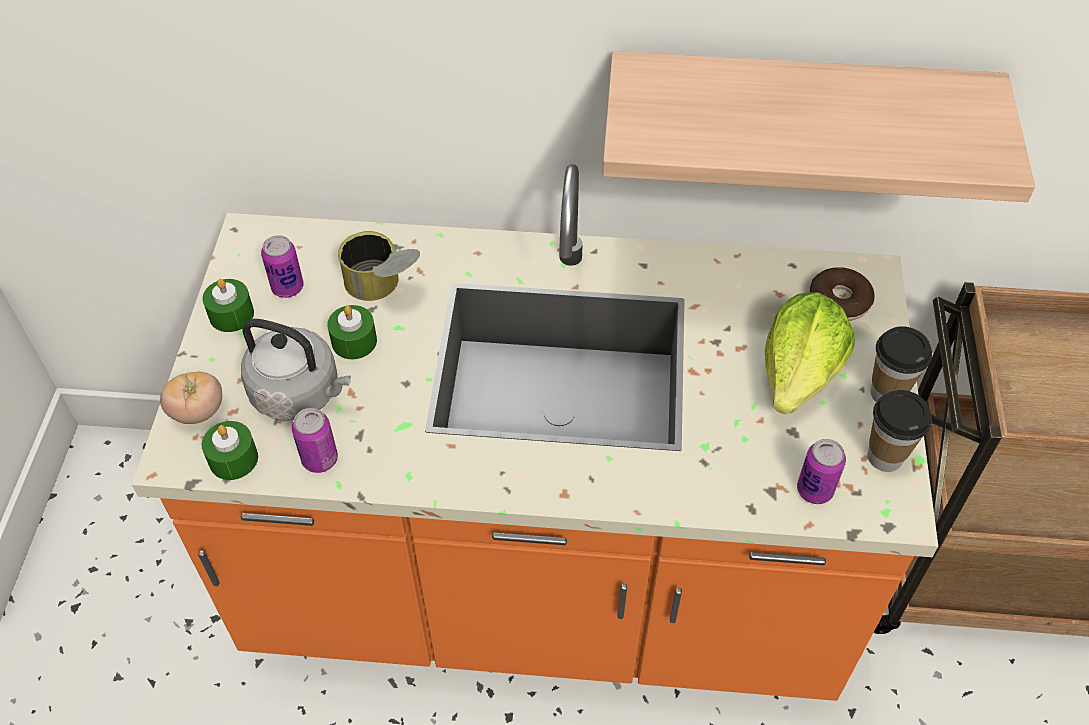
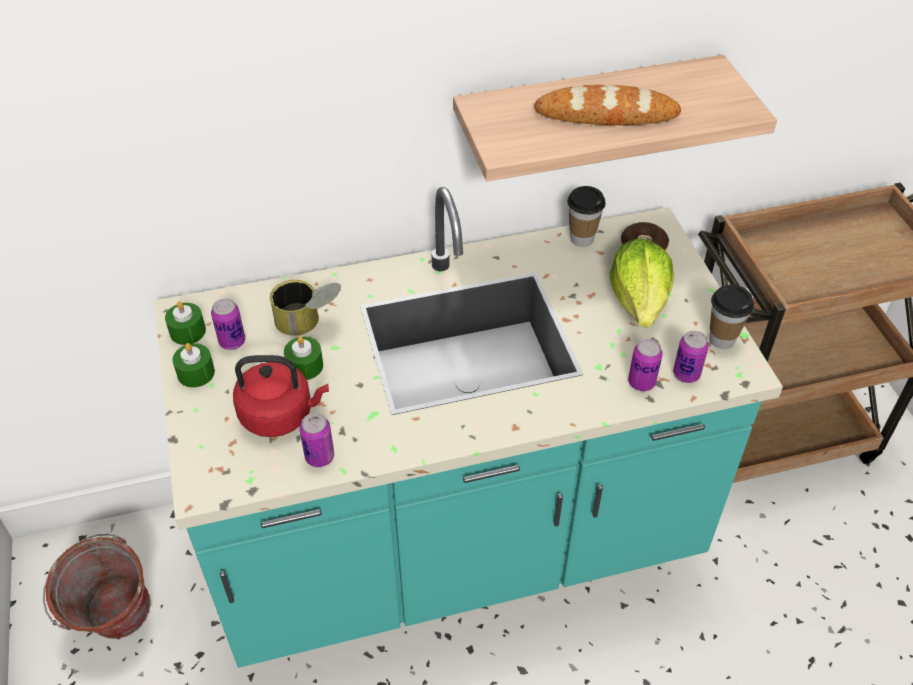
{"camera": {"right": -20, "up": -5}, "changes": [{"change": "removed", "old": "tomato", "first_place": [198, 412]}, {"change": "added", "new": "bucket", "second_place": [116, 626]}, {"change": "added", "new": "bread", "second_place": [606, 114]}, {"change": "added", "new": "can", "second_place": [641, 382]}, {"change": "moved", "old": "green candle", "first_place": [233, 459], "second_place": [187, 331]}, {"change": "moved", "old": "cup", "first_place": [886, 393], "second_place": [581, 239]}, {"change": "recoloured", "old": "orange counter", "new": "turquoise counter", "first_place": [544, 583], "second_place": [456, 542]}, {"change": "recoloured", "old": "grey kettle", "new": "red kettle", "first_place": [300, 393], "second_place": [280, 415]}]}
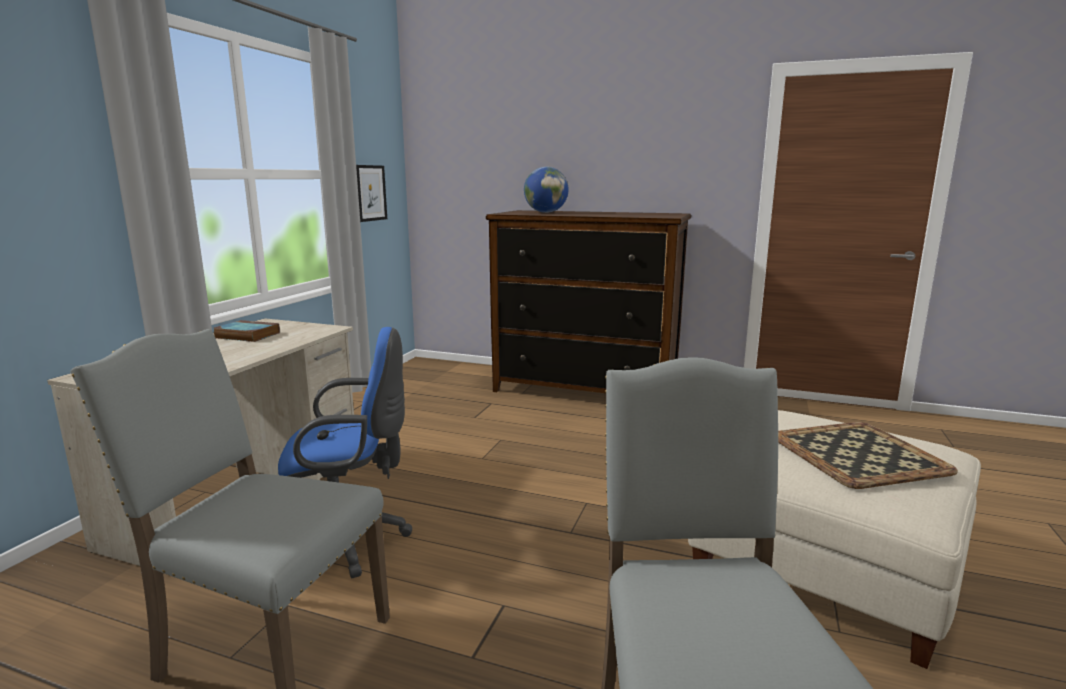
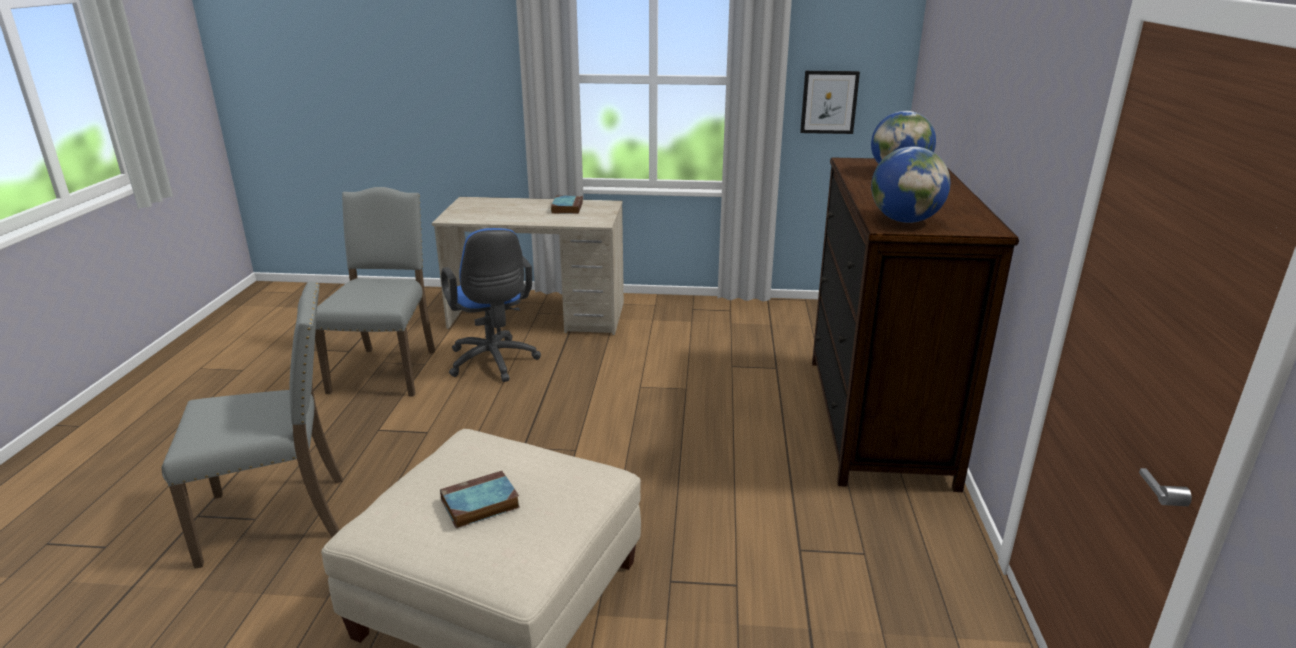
{"camera": {"right": 75, "up": 10}, "changes": [{"change": "added", "new": "globe", "second_place": [904, 220]}, {"change": "replaced", "old": "tray", "new": "book", "first_place": [859, 454], "second_place": [479, 504]}]}
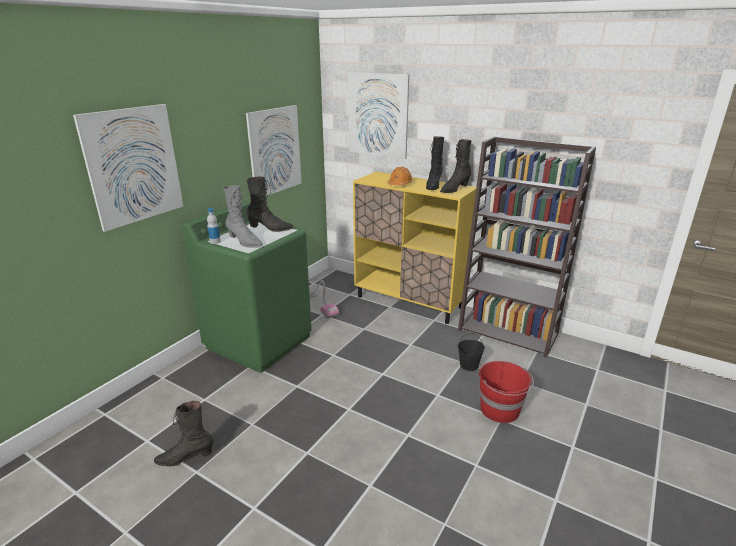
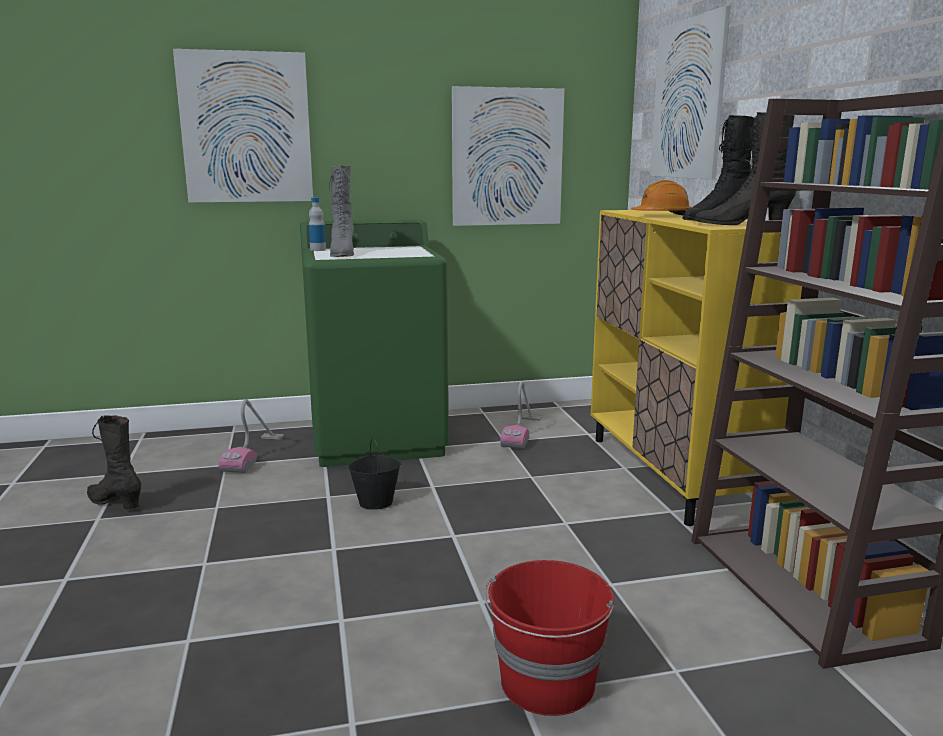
{"camera": {"right": 45, "up": -10}, "changes": [{"change": "removed", "old": "black boot", "first_place": [270, 229]}, {"change": "added", "new": "vacuum cleaner", "second_place": [254, 454]}, {"change": "moved", "old": "black bucket", "first_place": [469, 365], "second_place": [376, 502]}]}
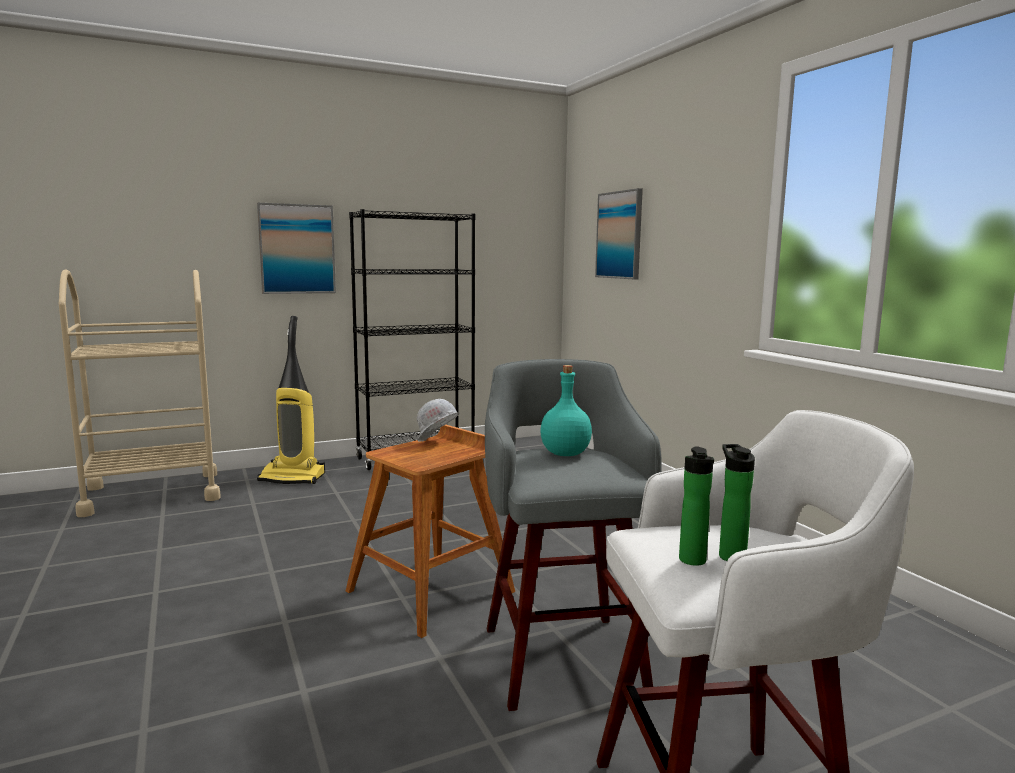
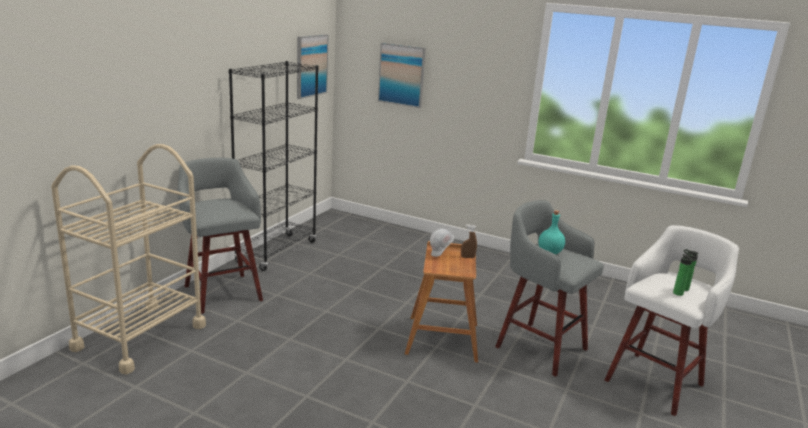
{"camera": {"right": -40, "up": 10}, "changes": [{"change": "added", "new": "brown spray bottle", "second_place": [467, 257]}, {"change": "moved", "old": "picture", "first_place": [297, 249], "second_place": [311, 65]}, {"change": "replaced", "old": "vacuum cleaner", "new": "grey stool", "first_place": [293, 477], "second_place": [222, 292]}]}
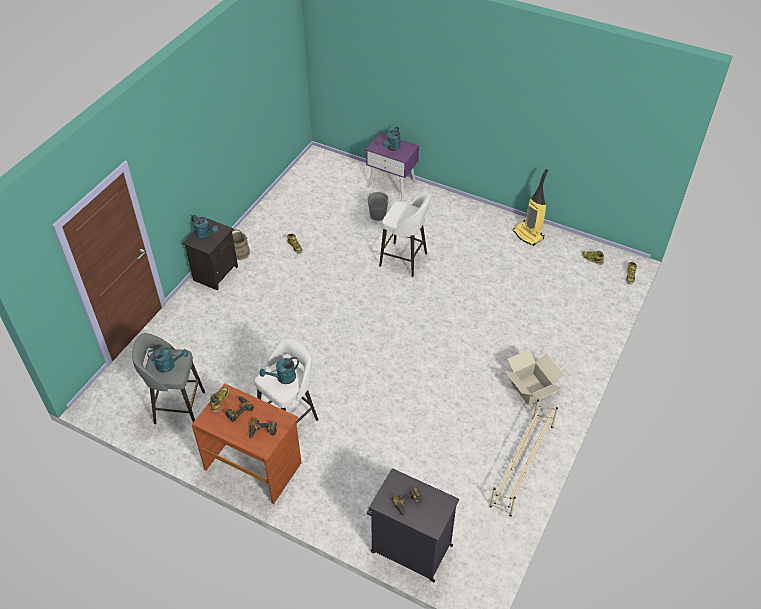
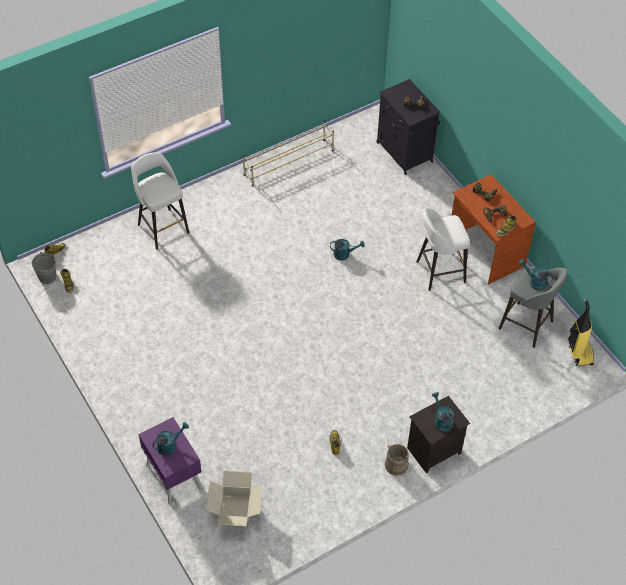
{"camera": {"right": -150, "up": 5}, "changes": [{"change": "moved", "old": "turquoise watering can", "first_place": [283, 378], "second_place": [344, 254]}, {"change": "moved", "old": "grey bucket", "first_place": [378, 215], "second_place": [47, 277]}, {"change": "moved", "old": "white stool", "first_place": [404, 260], "second_place": [162, 227]}, {"change": "moved", "old": "cardboard box", "first_place": [531, 389], "second_place": [235, 510]}, {"change": "moved", "old": "vacuum cleaner", "first_place": [528, 235], "second_place": [579, 352]}]}
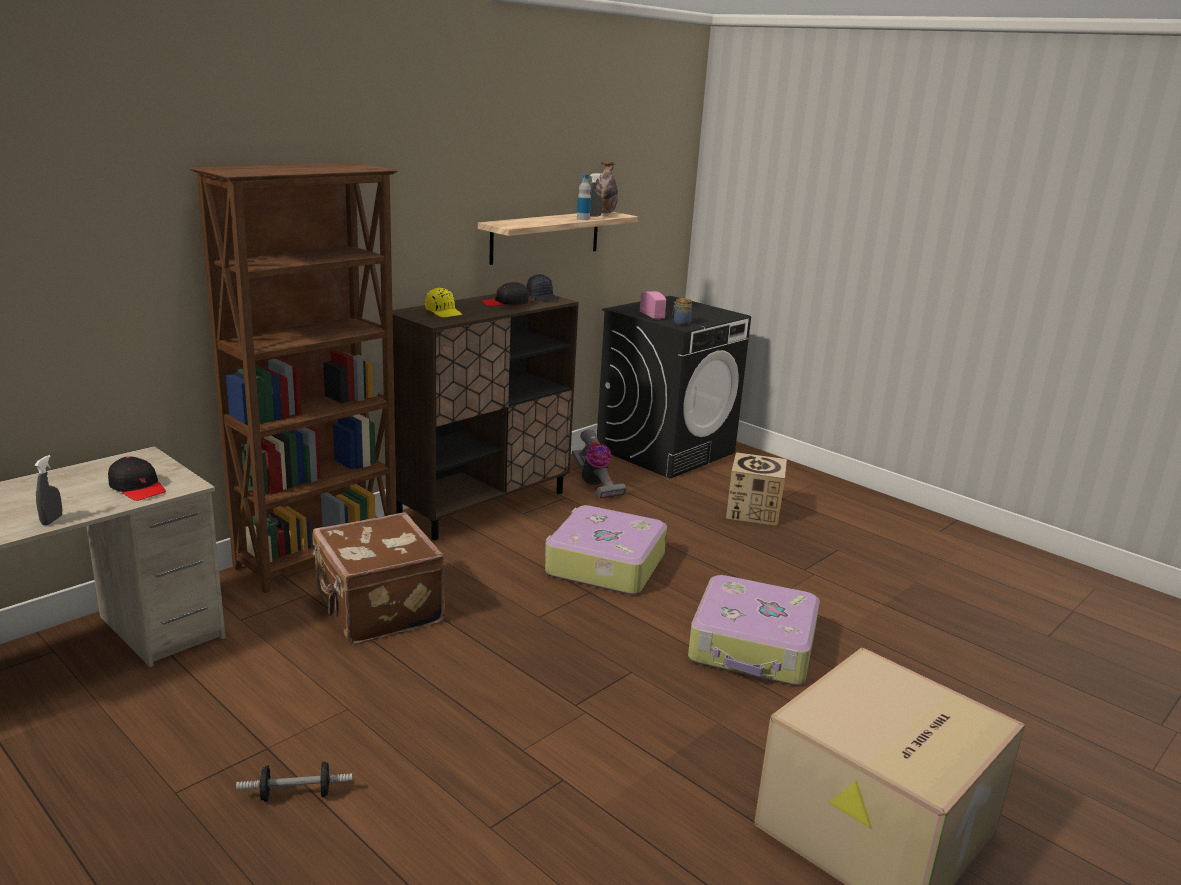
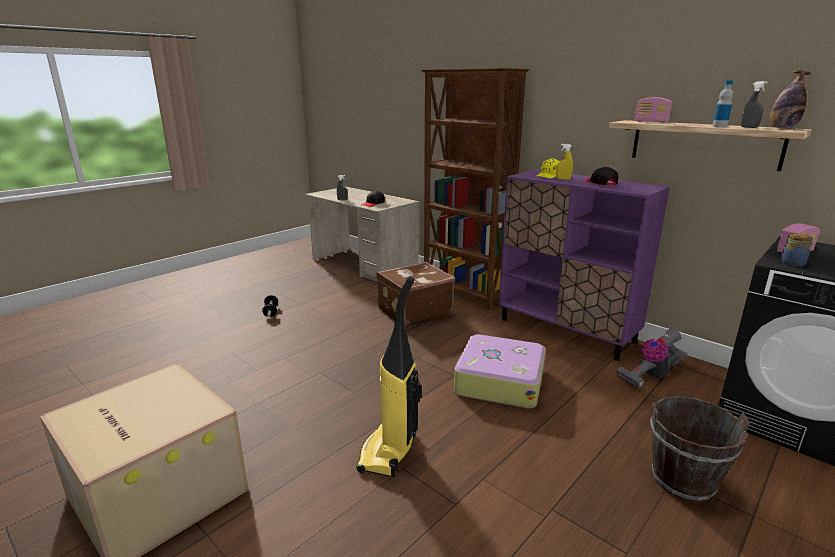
{"camera": {"right": 90, "up": 0}, "changes": [{"change": "removed", "old": "black cap", "first_place": [542, 297]}, {"change": "added", "new": "yellow spray bottle", "second_place": [563, 179]}, {"change": "added", "new": "radio", "second_place": [651, 122]}, {"change": "replaced", "old": "suitcase", "new": "vacuum cleaner", "first_place": [753, 647], "second_place": [389, 453]}, {"change": "replaced", "old": "cardboard box", "new": "brown bucket", "first_place": [753, 511], "second_place": [682, 481]}, {"change": "recoloured", "old": "brown cabinet", "new": "purple cabinet", "first_place": [483, 504], "second_place": [566, 331]}]}
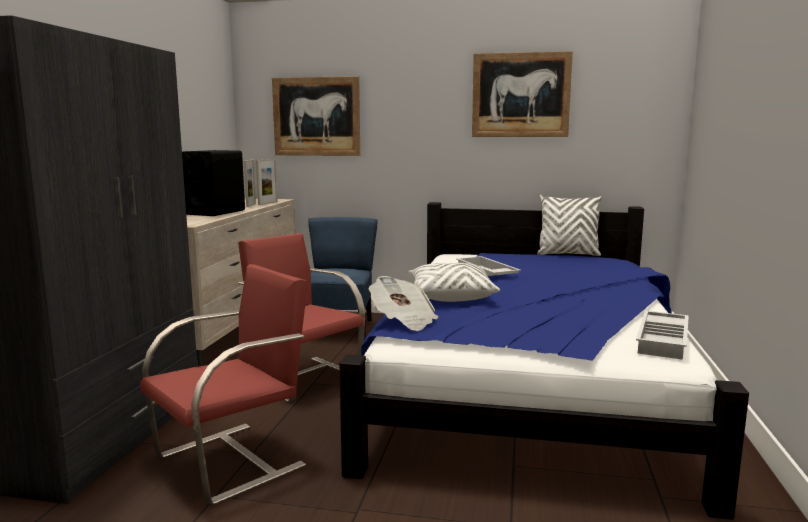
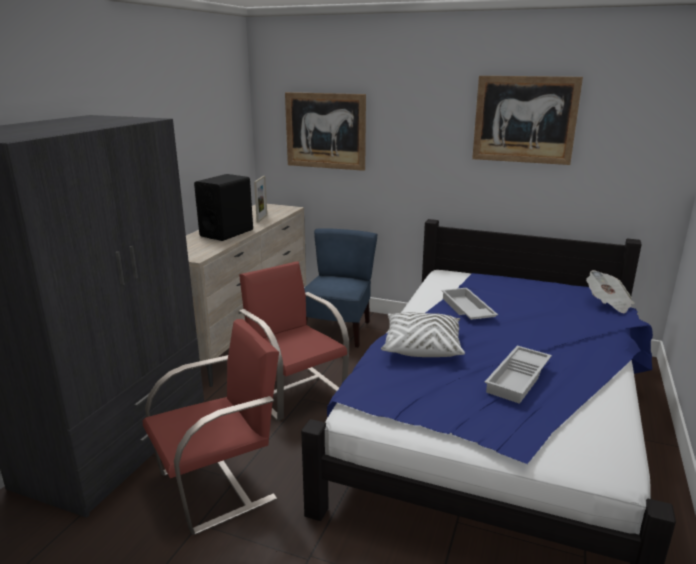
{"camera": {"right": 10, "up": 10}, "changes": [{"change": "removed", "old": "picture frame", "first_place": [268, 203]}, {"change": "removed", "old": "white pillow", "first_place": [567, 254]}, {"change": "moved", "old": "newspaper", "first_place": [403, 321], "second_place": [608, 303]}, {"change": "moved", "old": "white tray", "first_place": [664, 340], "second_place": [519, 379]}]}
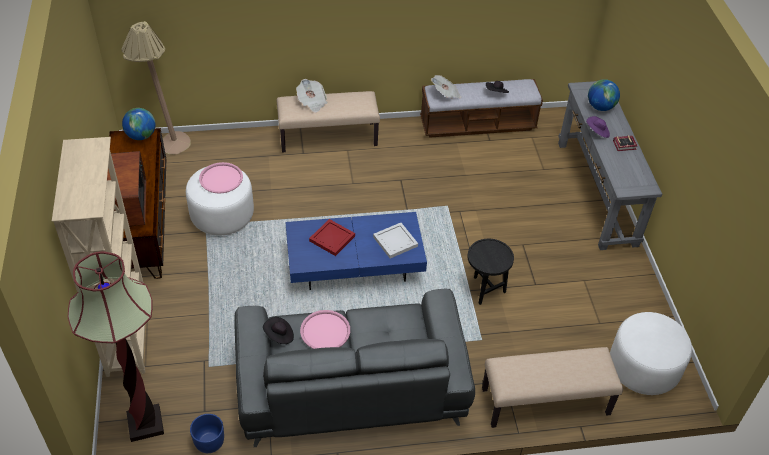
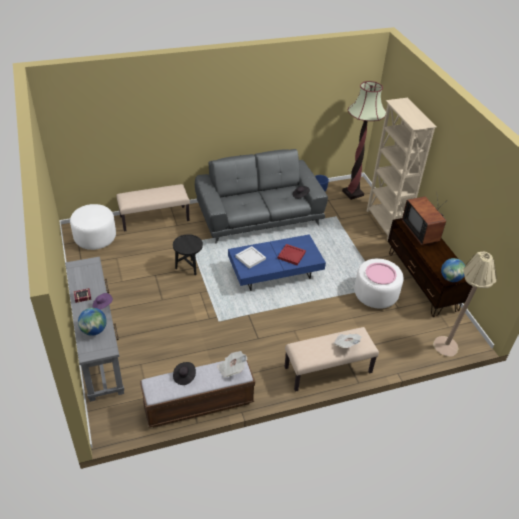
{"camera": {"right": 170, "up": -5}, "changes": [{"change": "removed", "old": "pink tray", "first_place": [325, 331]}]}
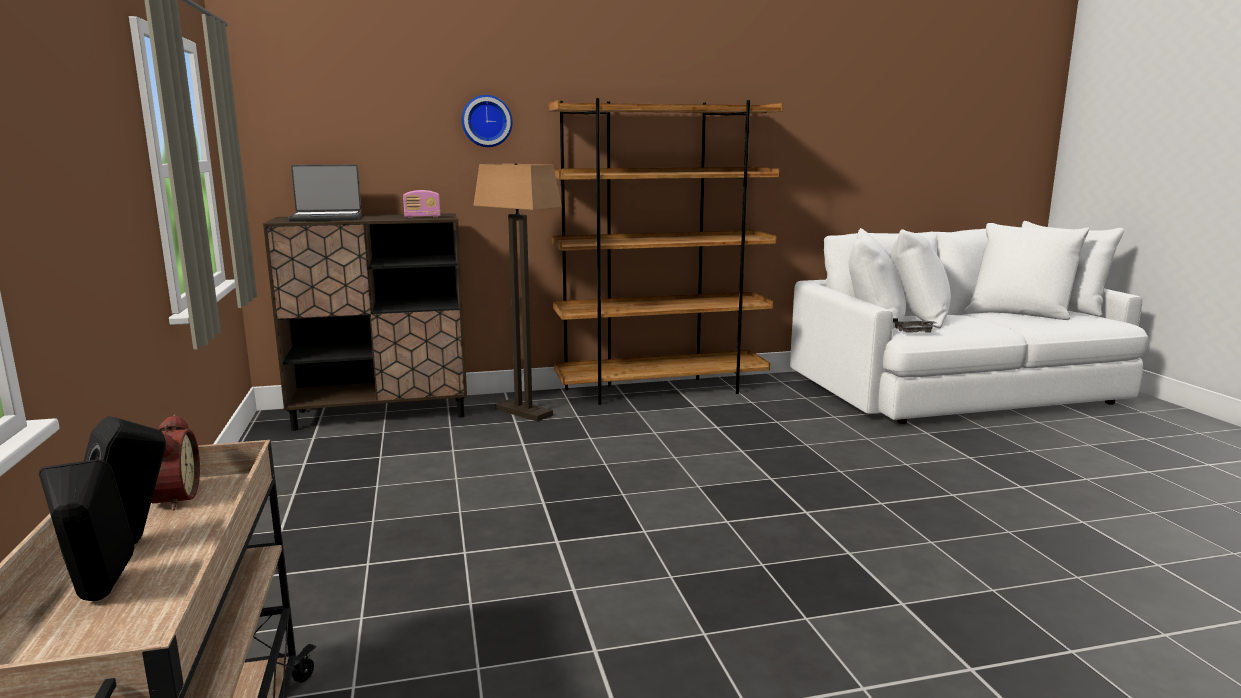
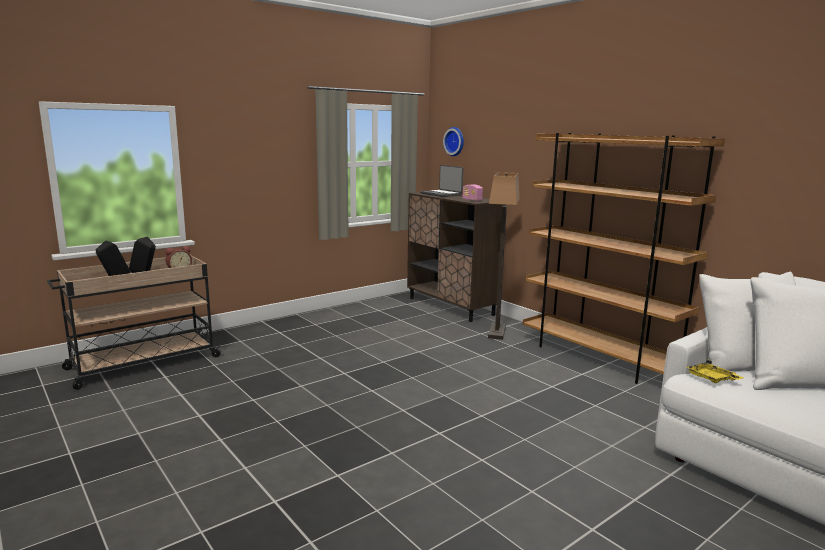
{"camera": {"right": 65, "up": 0}, "changes": [{"change": "moved", "old": "wall clock", "first_place": [486, 121], "second_place": [455, 141]}, {"change": "recoloured", "old": "grey tray", "new": "yellow tray", "first_place": [915, 332], "second_place": [712, 379]}]}
